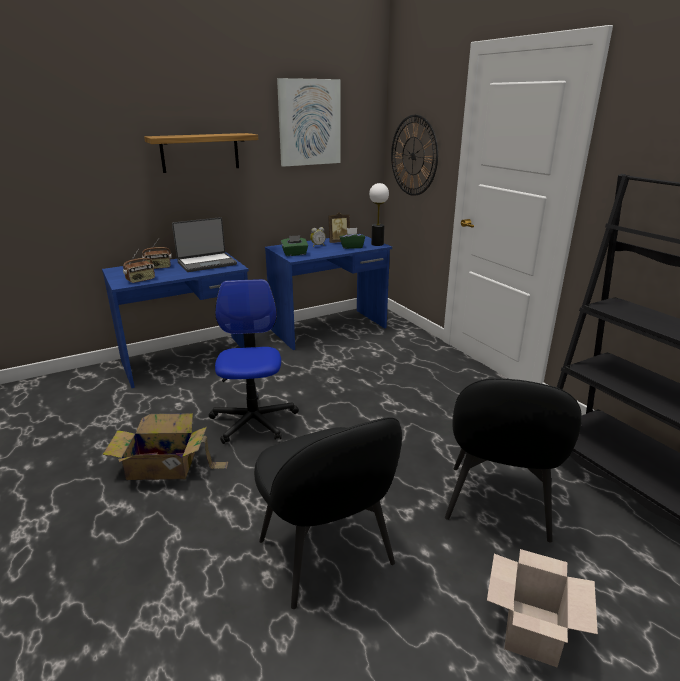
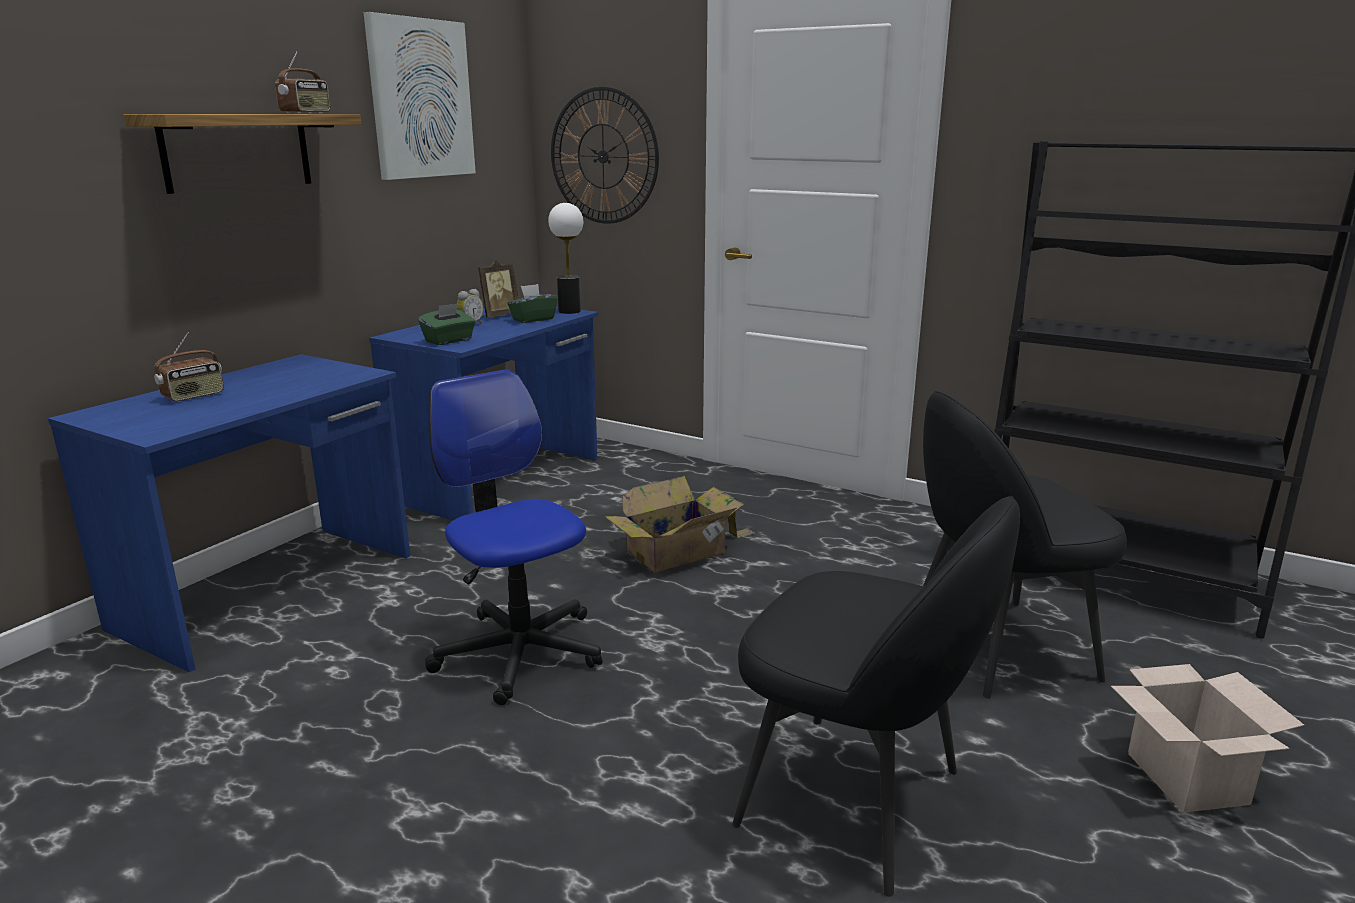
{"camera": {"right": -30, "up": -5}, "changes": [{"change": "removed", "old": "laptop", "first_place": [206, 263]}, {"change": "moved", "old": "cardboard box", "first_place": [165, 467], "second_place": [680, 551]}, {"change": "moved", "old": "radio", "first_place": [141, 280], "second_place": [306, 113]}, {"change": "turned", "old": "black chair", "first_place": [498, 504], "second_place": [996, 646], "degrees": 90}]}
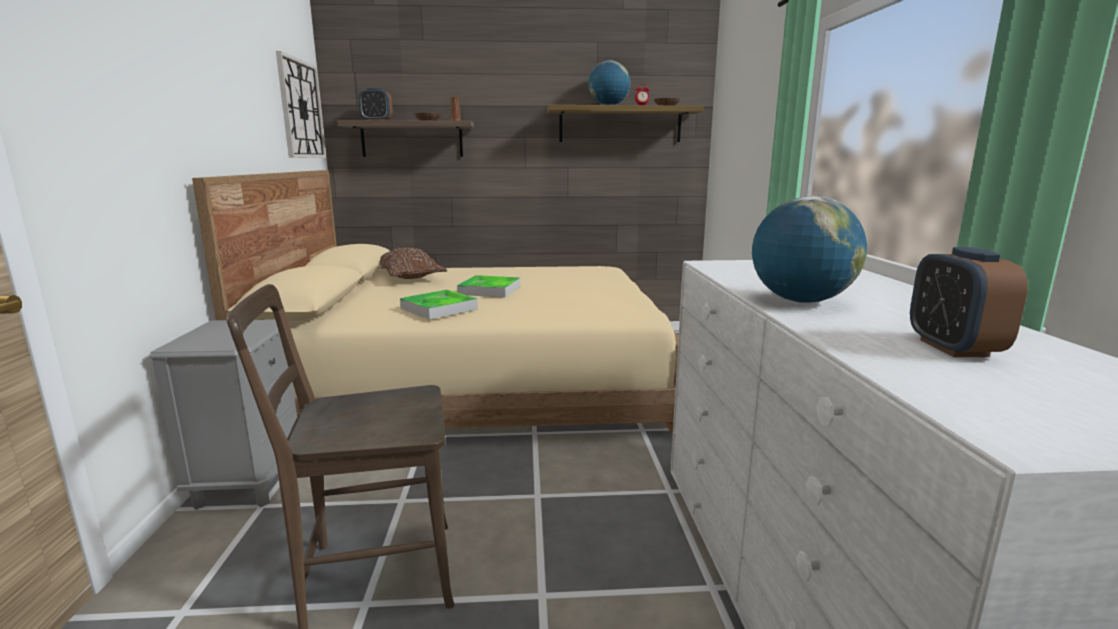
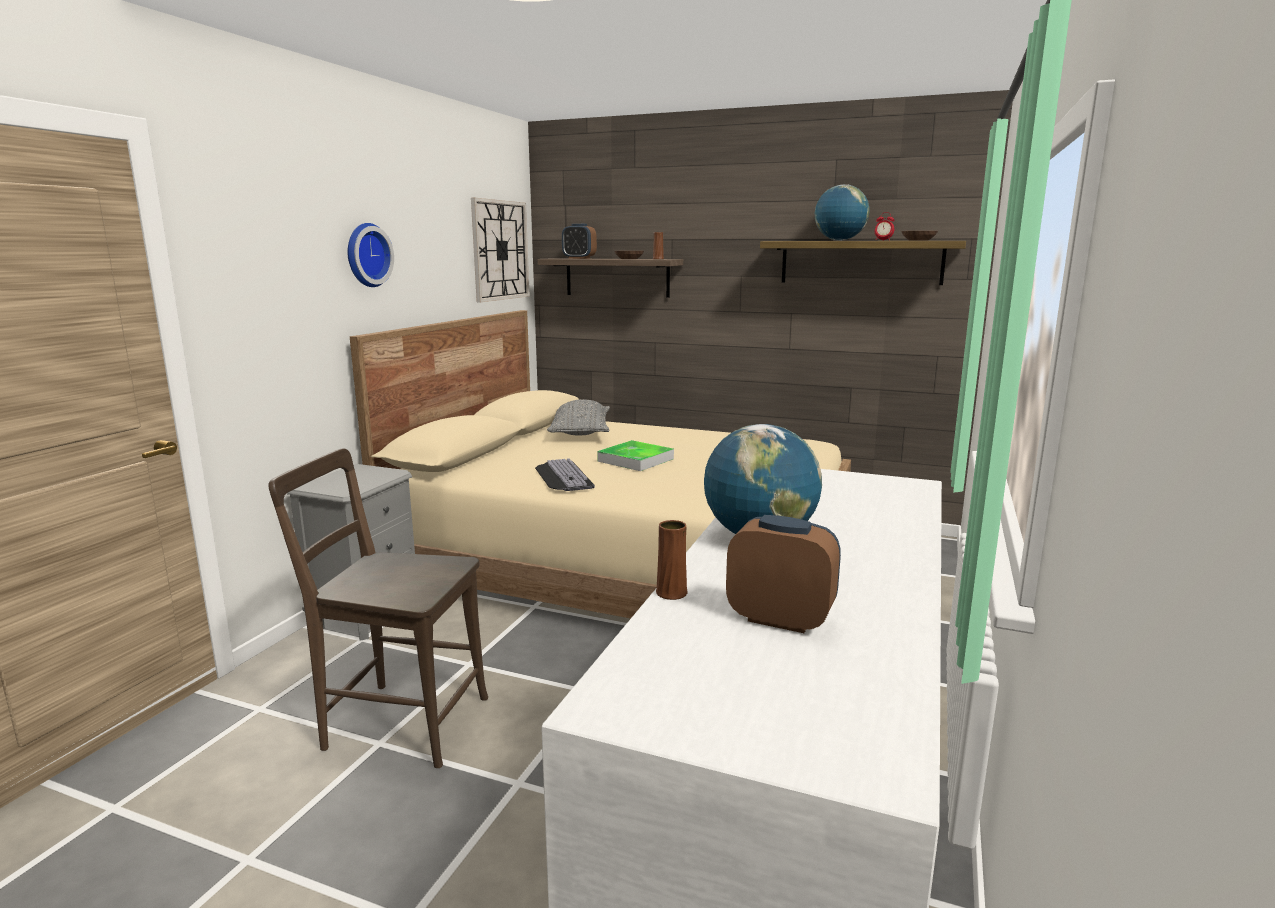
{"camera": {"right": 25, "up": 0}, "changes": [{"change": "added", "new": "wall clock", "second_place": [366, 255]}, {"change": "added", "new": "brown vase", "second_place": [671, 593]}, {"change": "replaced", "old": "tray", "new": "keyboard", "first_place": [439, 308], "second_place": [561, 476]}, {"change": "recoloured", "old": "brown pillow", "new": "grey pillow", "first_place": [408, 276], "second_place": [580, 431]}, {"change": "turned", "old": "alarm clock", "first_place": [953, 348], "second_place": [780, 619], "degrees": 90}]}
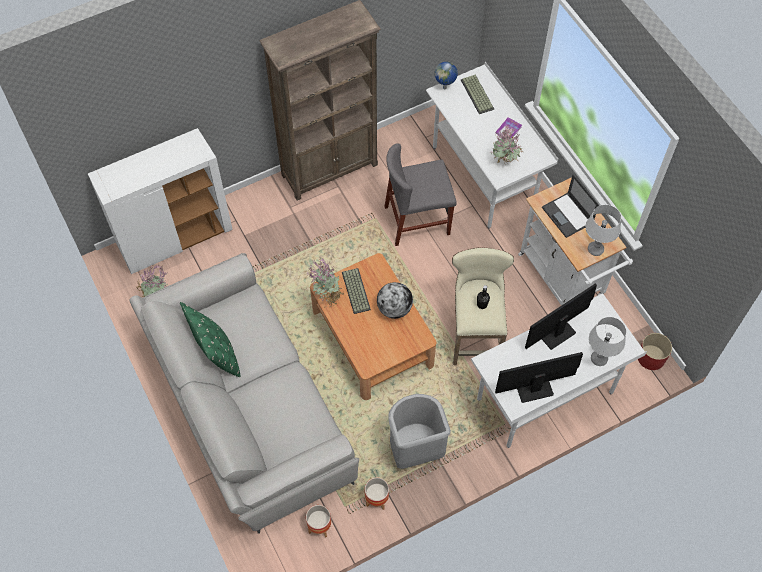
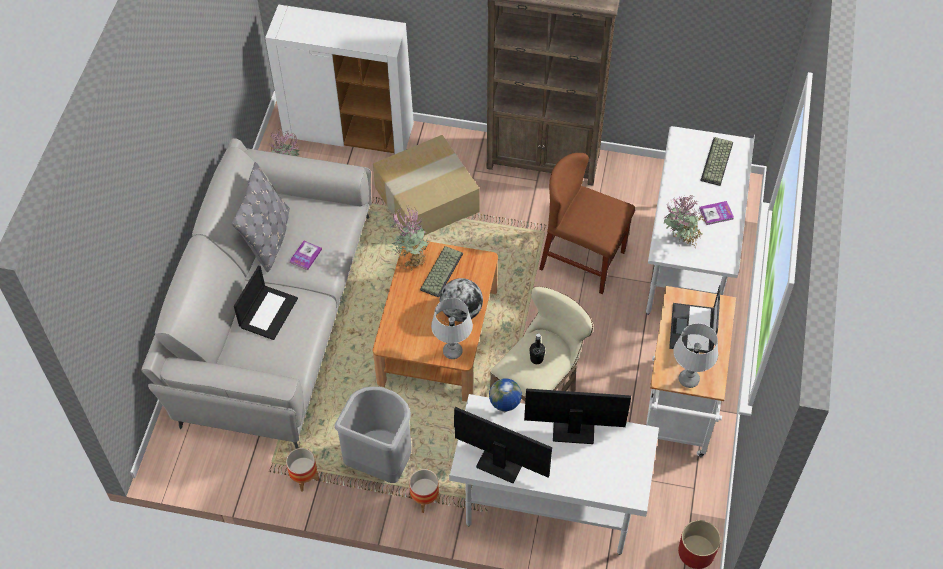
{"camera": {"right": 40, "up": -5}, "changes": [{"change": "added", "new": "laptop", "second_place": [268, 312]}, {"change": "added", "new": "book", "second_place": [305, 256]}, {"change": "added", "new": "cardboard box", "second_place": [427, 198]}, {"change": "moved", "old": "planter", "first_place": [319, 526], "second_place": [424, 499]}, {"change": "moved", "old": "globe", "first_place": [445, 88], "second_place": [505, 410]}, {"change": "moved", "old": "grey table lamp", "first_place": [598, 359], "second_place": [452, 351]}, {"change": "recoloured", "old": "green pillow", "new": "grey pillow", "first_place": [216, 353], "second_place": [268, 239]}, {"change": "recoloured", "old": "grey chair", "new": "brown chair", "first_place": [417, 220], "second_place": [582, 260]}]}
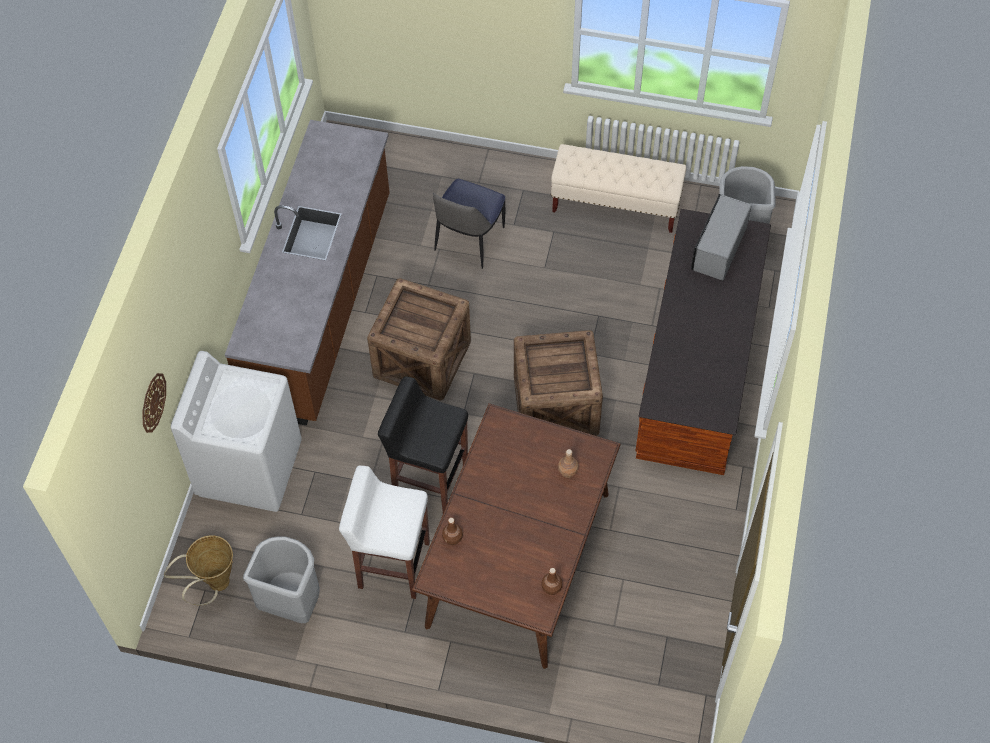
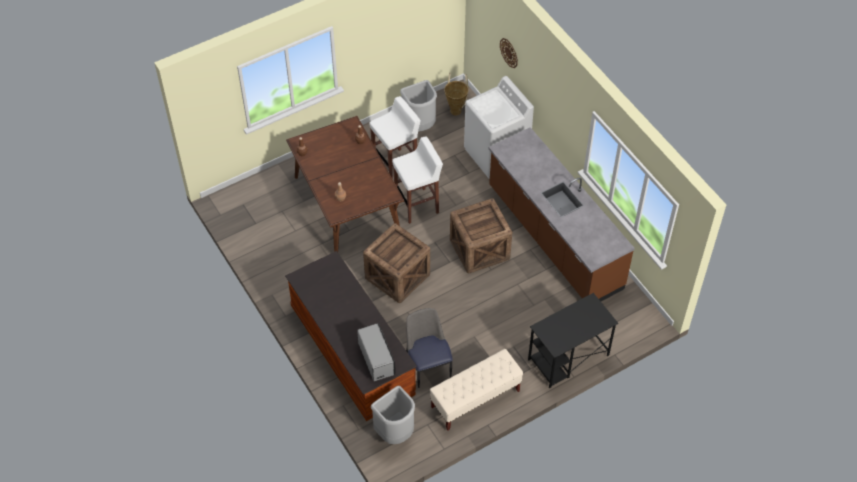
{"camera": {"right": 135, "up": -5}, "changes": [{"change": "added", "new": "black desk", "second_place": [568, 358]}, {"change": "moved", "old": "chair", "first_place": [468, 241], "second_place": [428, 366]}, {"change": "recoloured", "old": "black stool", "new": "white stool", "first_place": [429, 480], "second_place": [417, 205]}]}
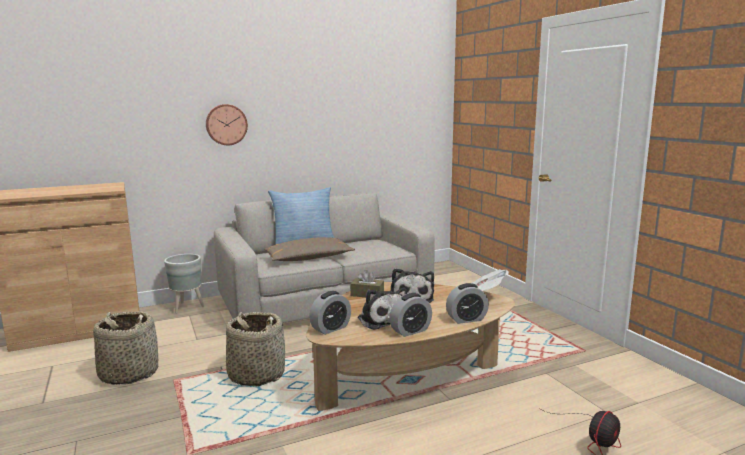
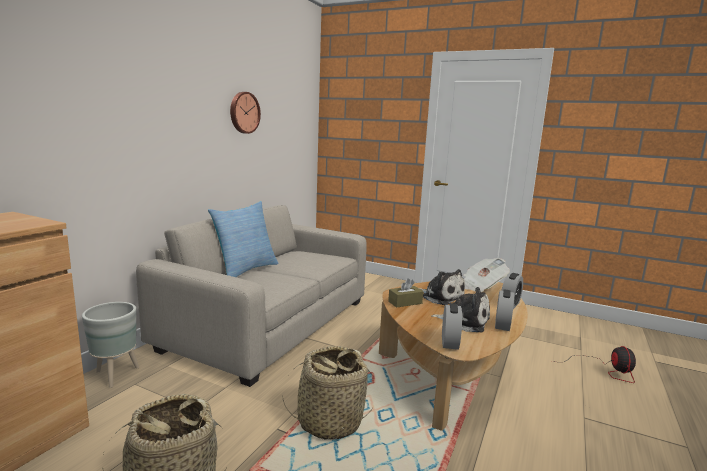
{"camera": {"right": -40, "up": 0}, "changes": [{"change": "removed", "old": "brown pillow", "first_place": [309, 258]}, {"change": "moved", "old": "wall clock", "first_place": [226, 124], "second_place": [243, 112]}]}
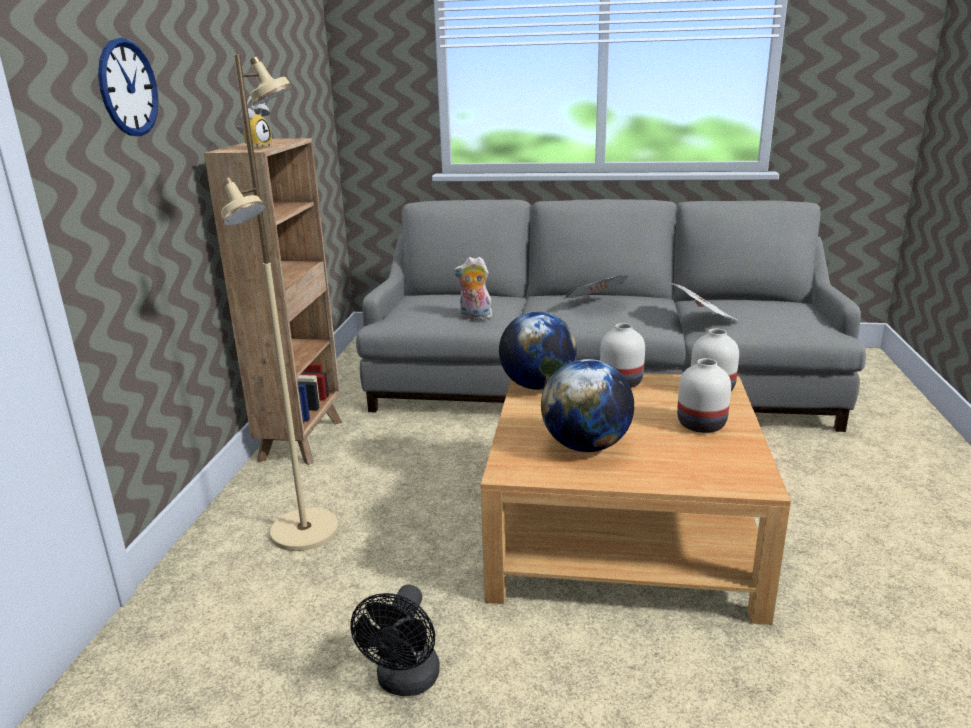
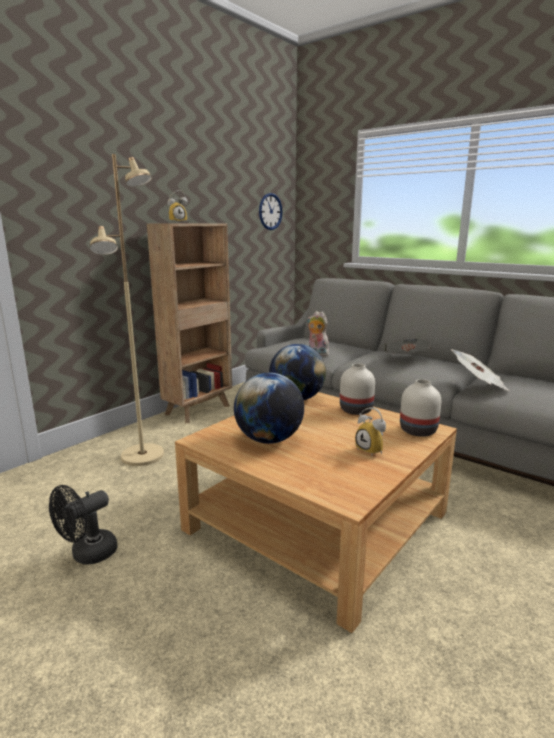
{"camera": {"right": 30, "up": -5}, "changes": [{"change": "moved", "old": "wall clock", "first_place": [128, 88], "second_place": [270, 211]}, {"change": "replaced", "old": "white vase", "new": "alarm clock", "first_place": [702, 424], "second_place": [372, 450]}]}
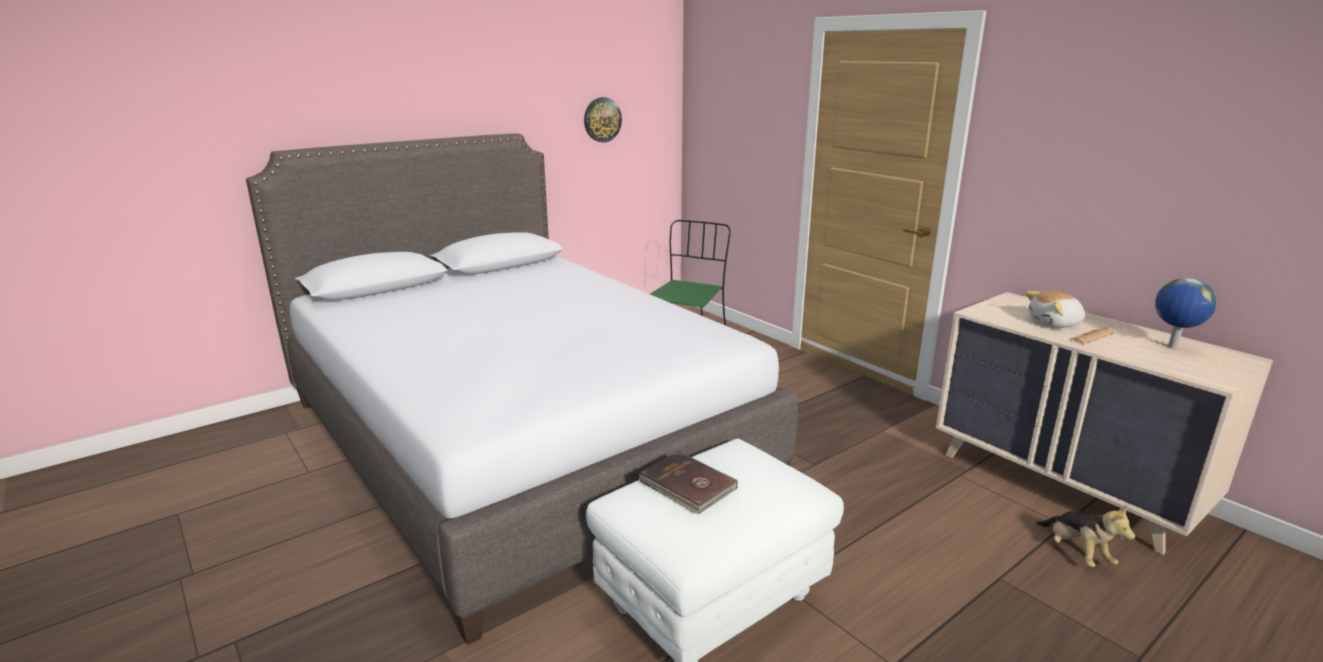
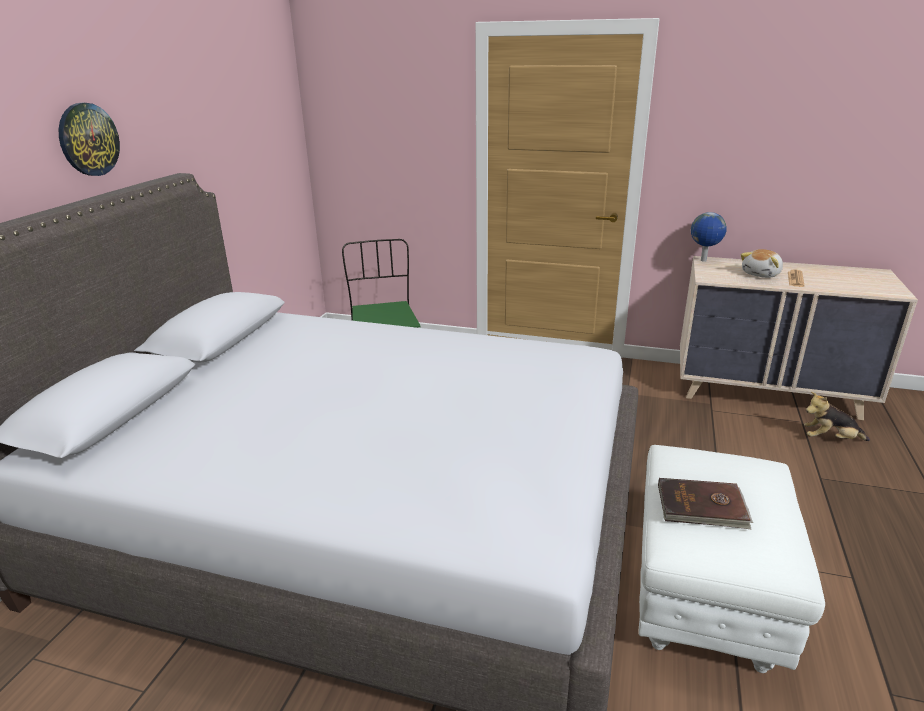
{"camera": {"right": -35, "up": 5}, "changes": [{"change": "moved", "old": "wall clock", "first_place": [602, 119], "second_place": [88, 139]}, {"change": "moved", "old": "globe", "first_place": [1172, 347], "second_place": [703, 260]}, {"change": "turned", "old": "plush toy", "first_place": [1076, 553], "second_place": [830, 439], "degrees": 150}]}
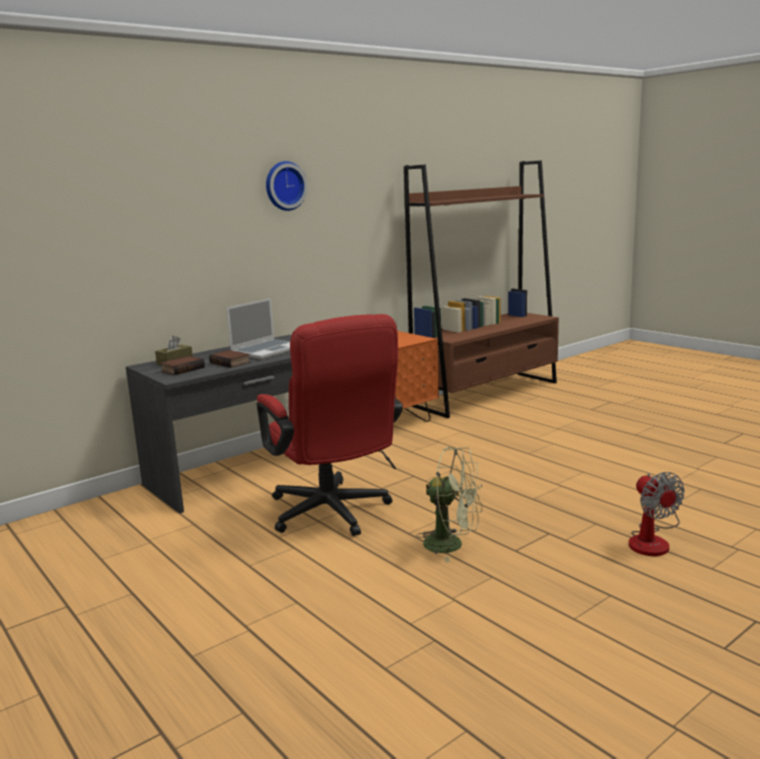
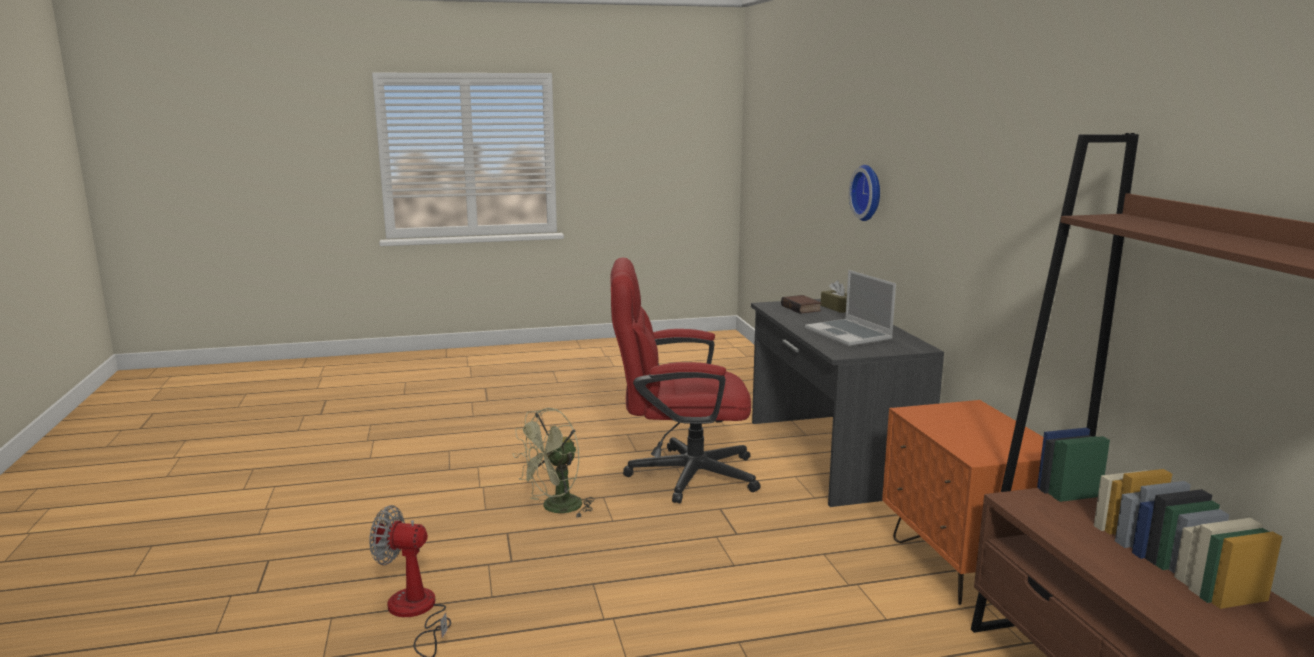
{"camera": {"right": 115, "up": 0}, "changes": [{"change": "removed", "old": "book", "first_place": [231, 362]}, {"change": "moved", "old": "wall clock", "first_place": [284, 186], "second_place": [869, 192]}]}
